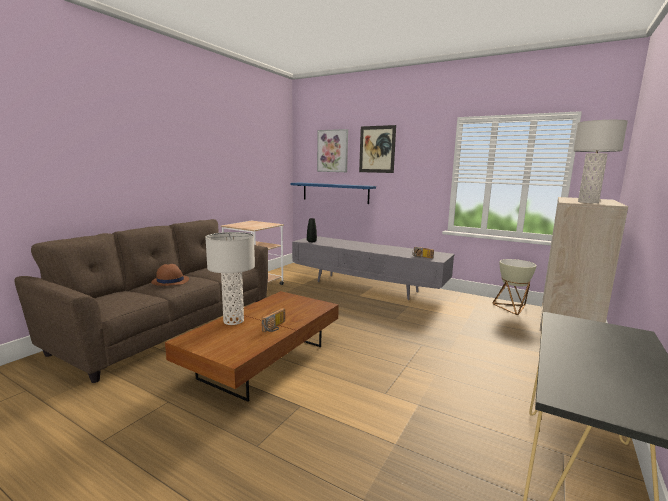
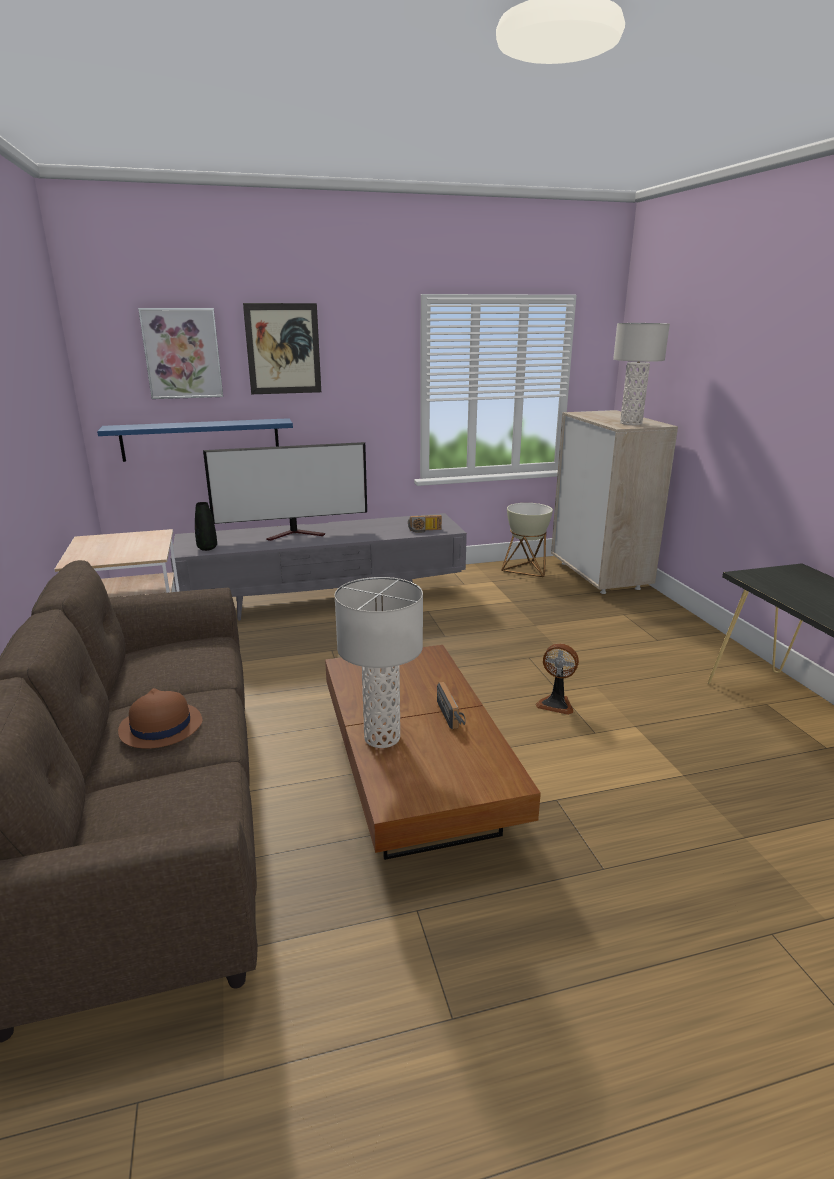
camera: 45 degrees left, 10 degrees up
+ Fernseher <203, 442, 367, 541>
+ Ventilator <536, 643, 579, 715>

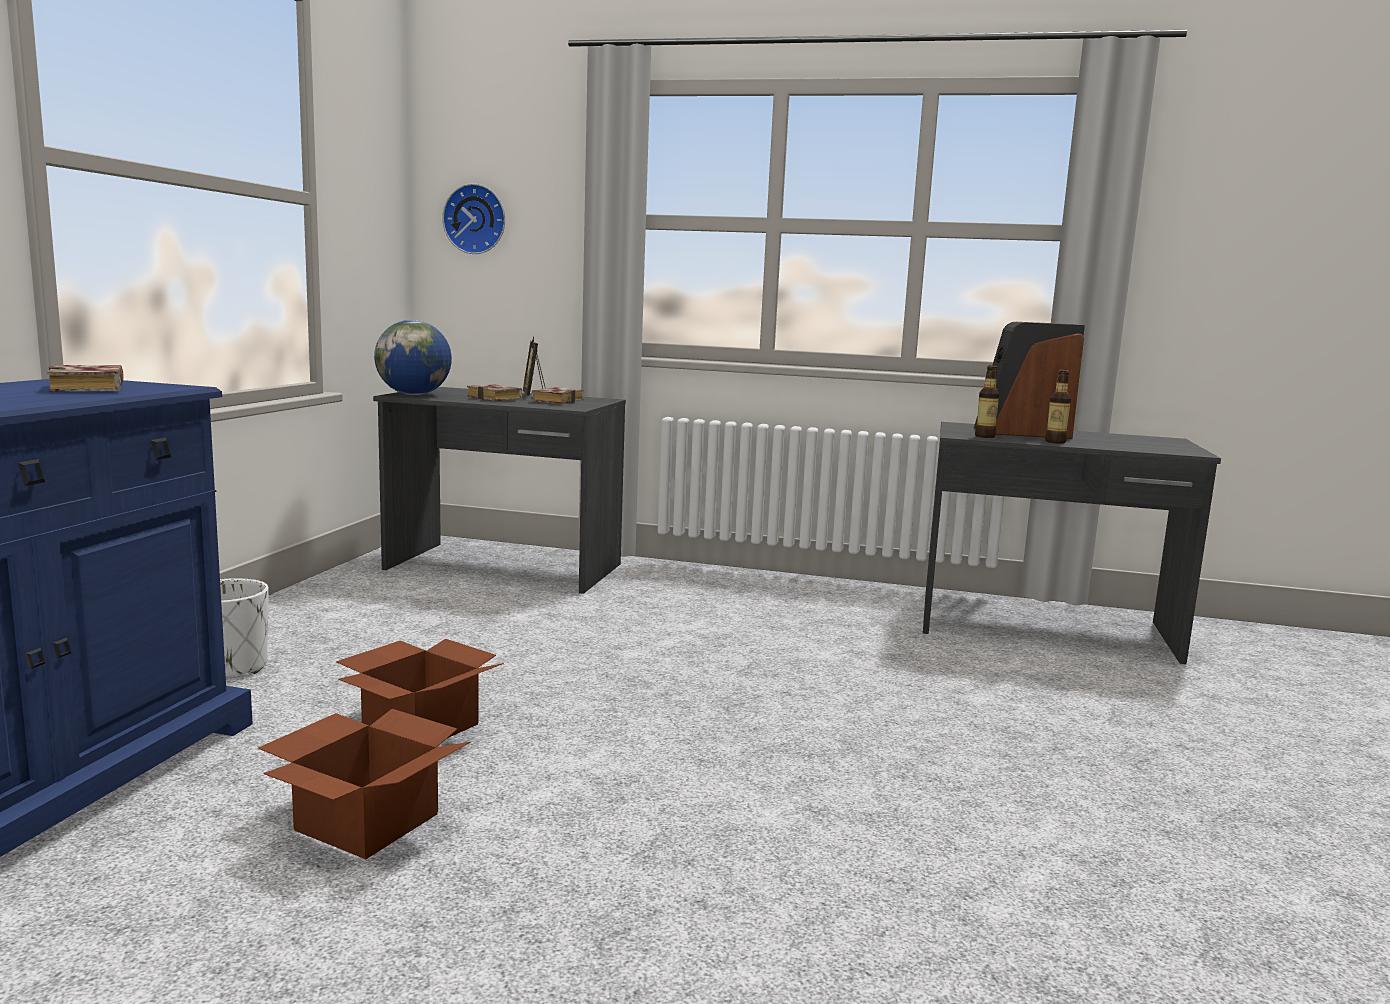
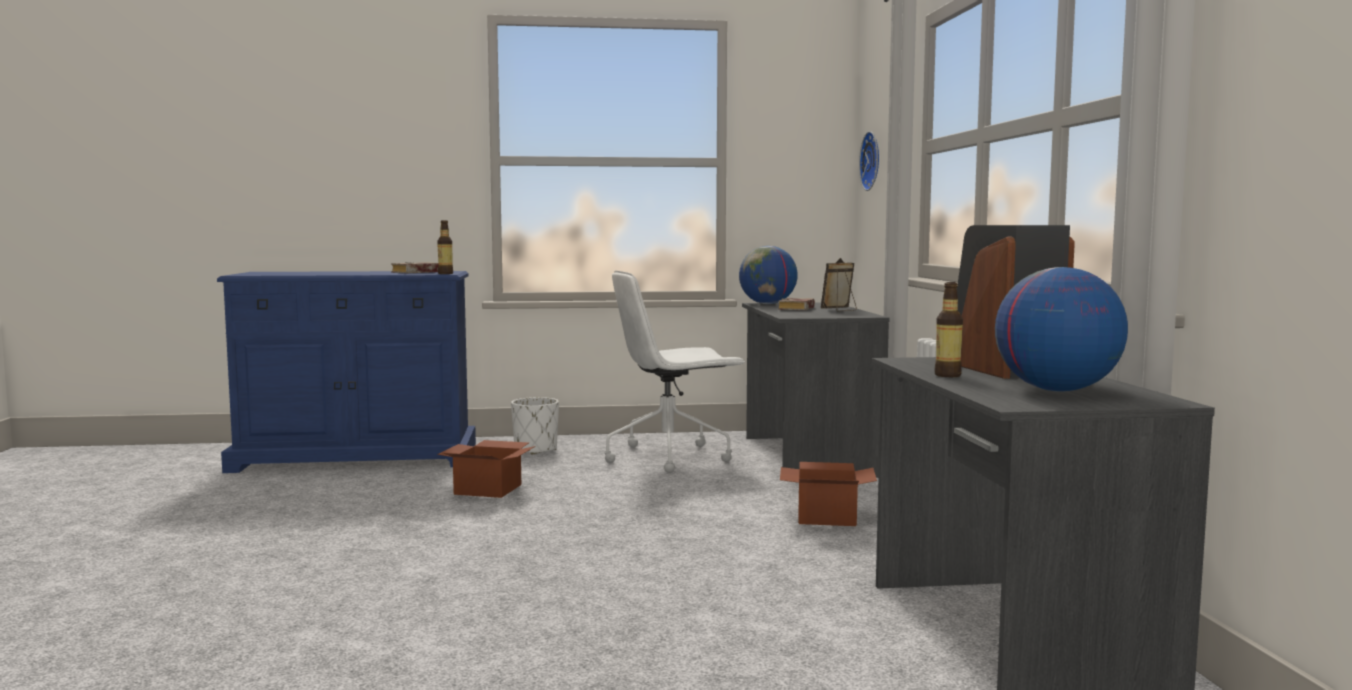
camera: 70 degrees right, 5 degrees down
~ Flasche <975, 365, 999, 438> to <437, 220, 453, 274>
- Buch <531, 387, 584, 404>
~ Karton <258, 709, 471, 859> to <780, 462, 877, 526>
+ Globus <995, 267, 1128, 392>
+ Bürostuhl/weiß <604, 271, 746, 473>

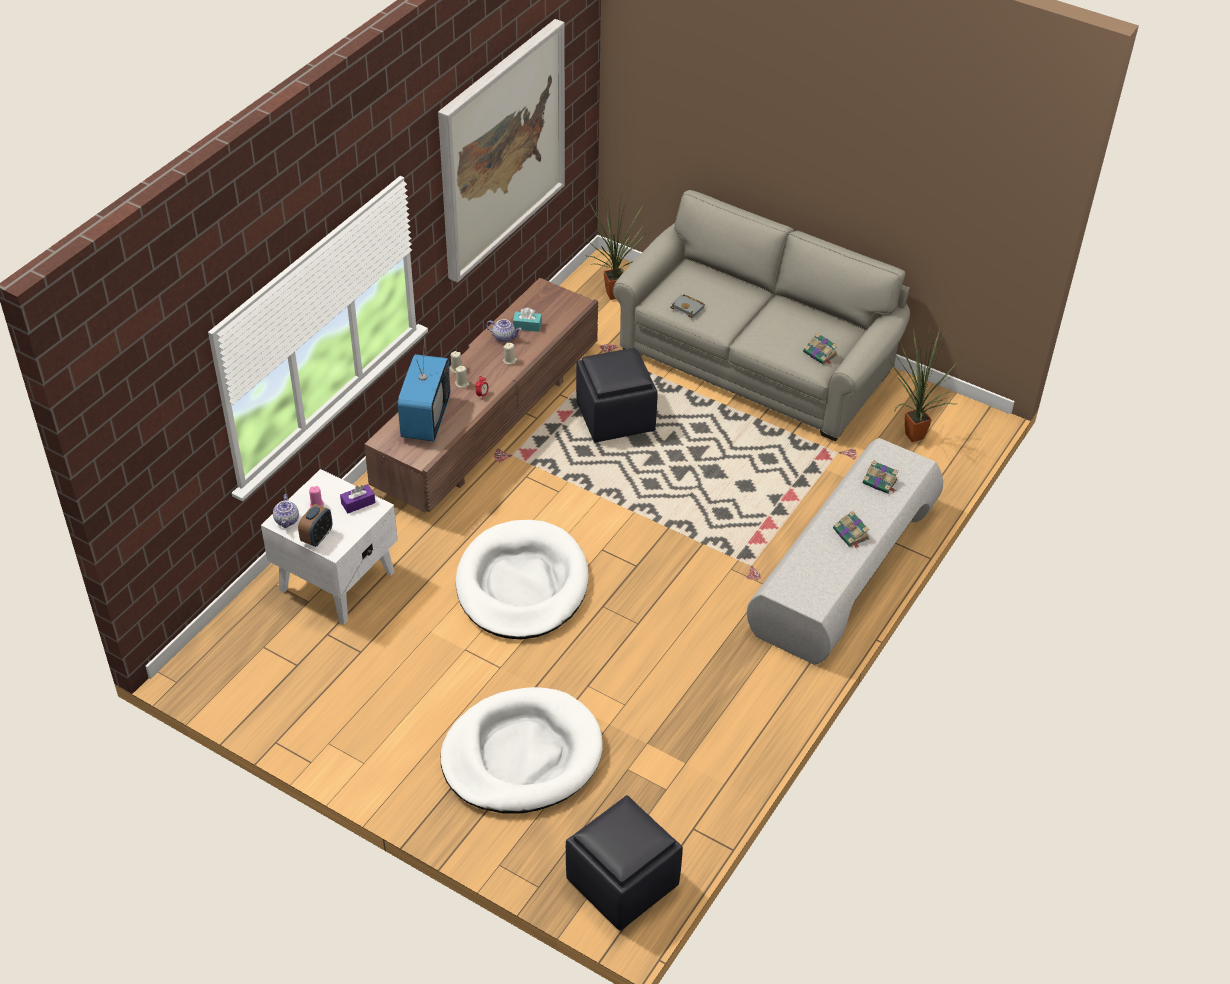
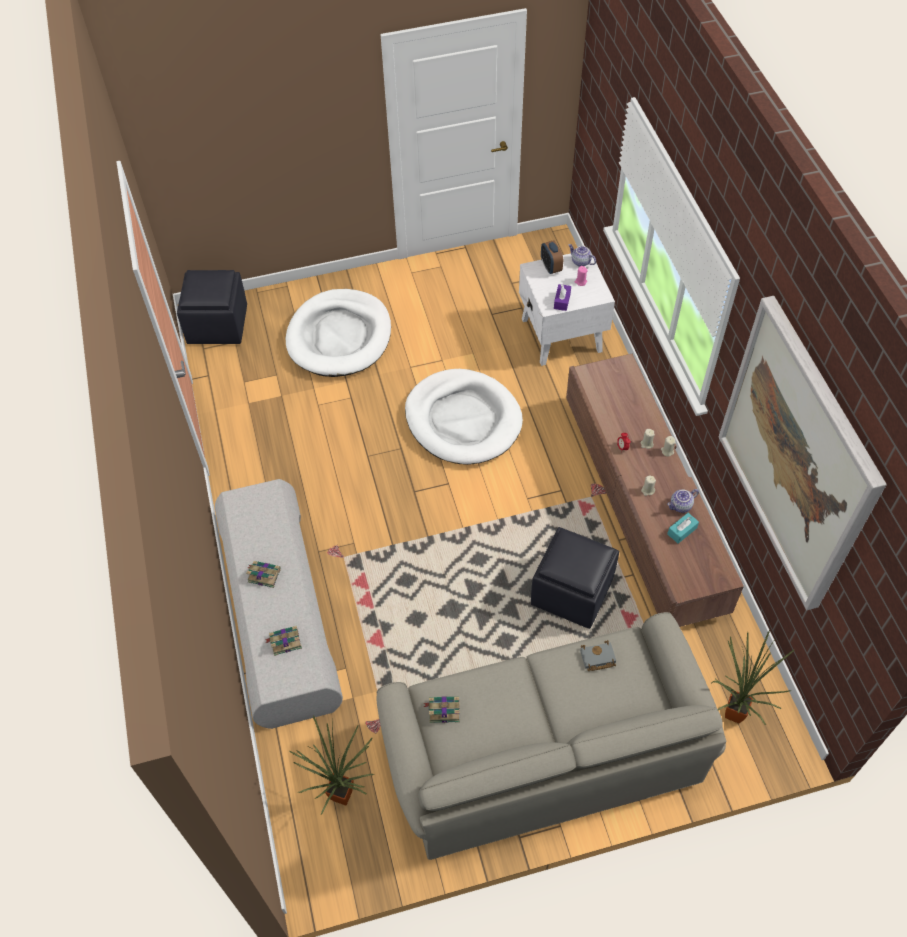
camera: 135 degrees right, 10 degrees up
- Fernseher <398, 338, 450, 442>

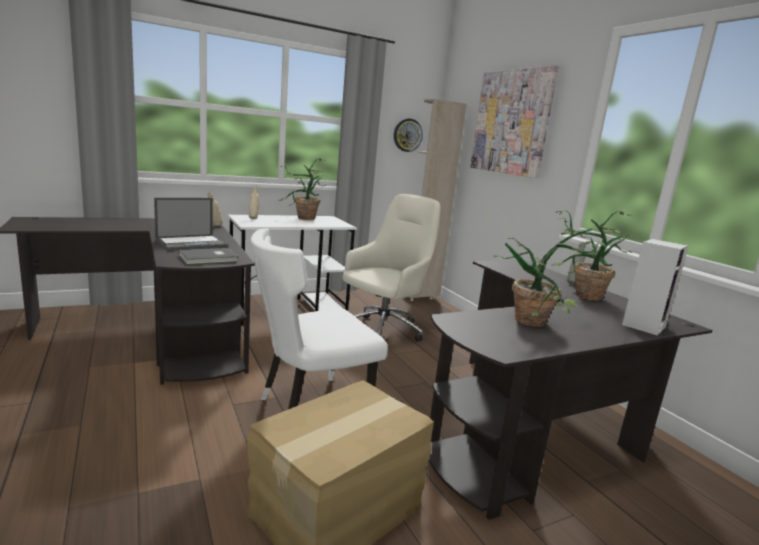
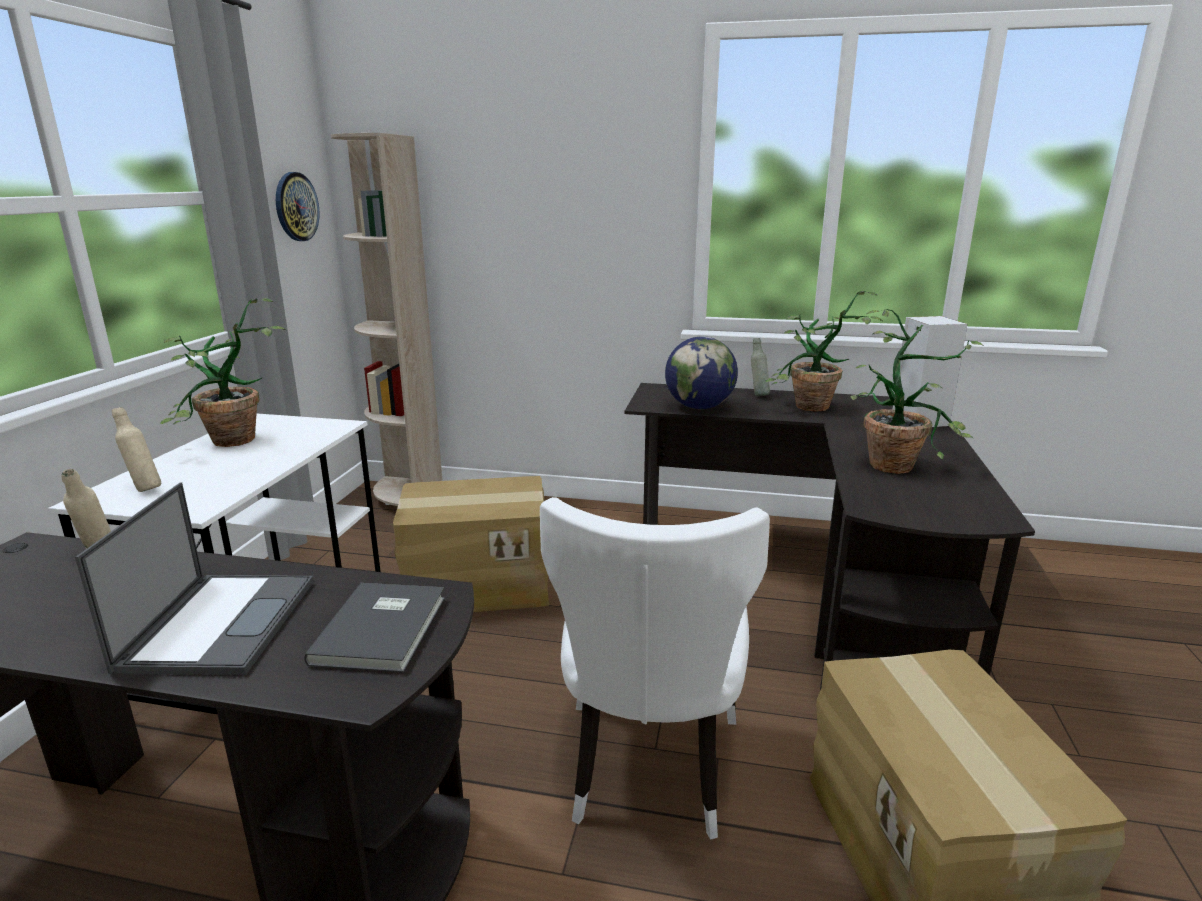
camera: 50 degrees left, 5 degrees up
- Bild <470, 65, 559, 178>
~ Bürostuhl/beige <342, 194, 440, 342> to Karton <393, 476, 549, 612>
+ Globus <665, 336, 738, 409>

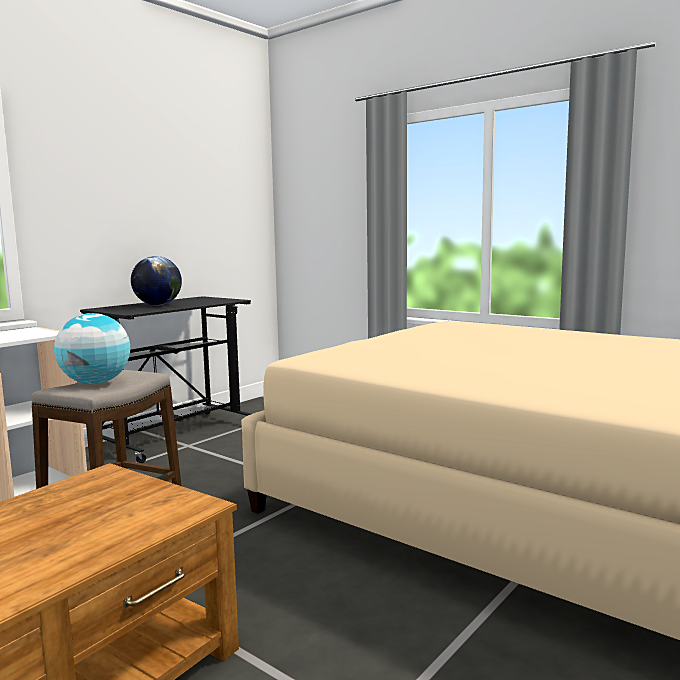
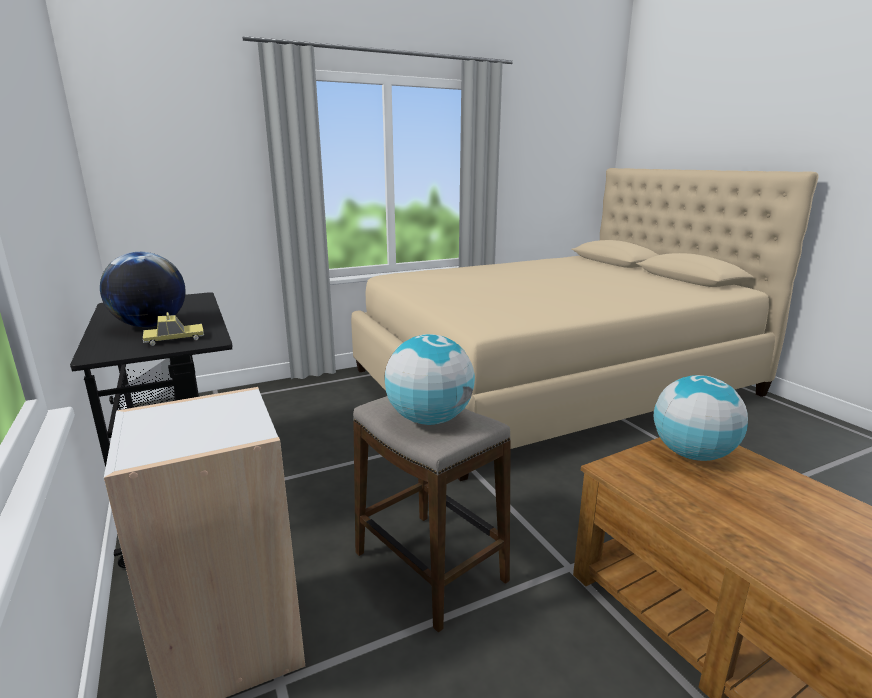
camera: 65 degrees left, 10 degrees up
+ Spielzeugauto <143, 312, 204, 346>
+ Globus <654, 375, 748, 461>

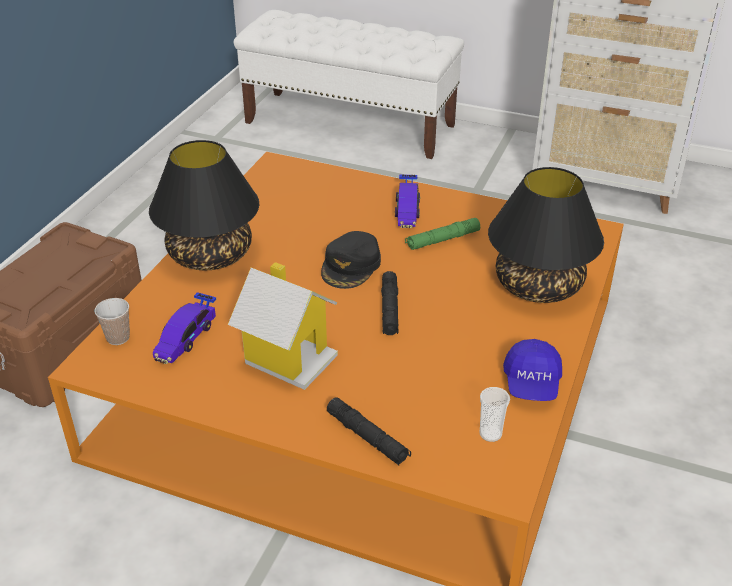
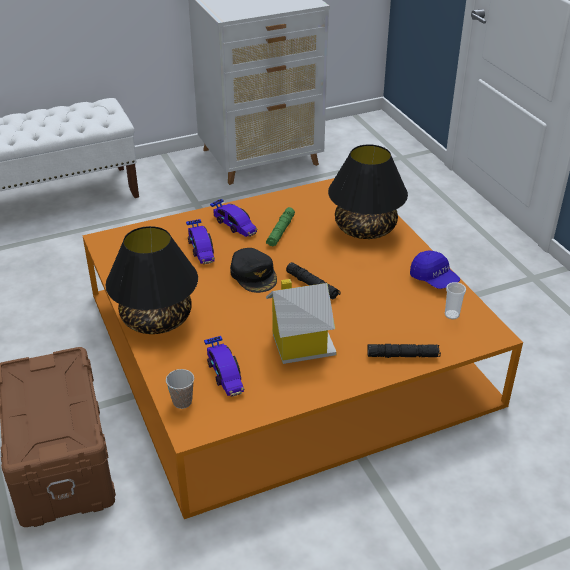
camera: 45 degrees left, 0 degrees up
+ Spielzeugauto <186, 219, 215, 264>

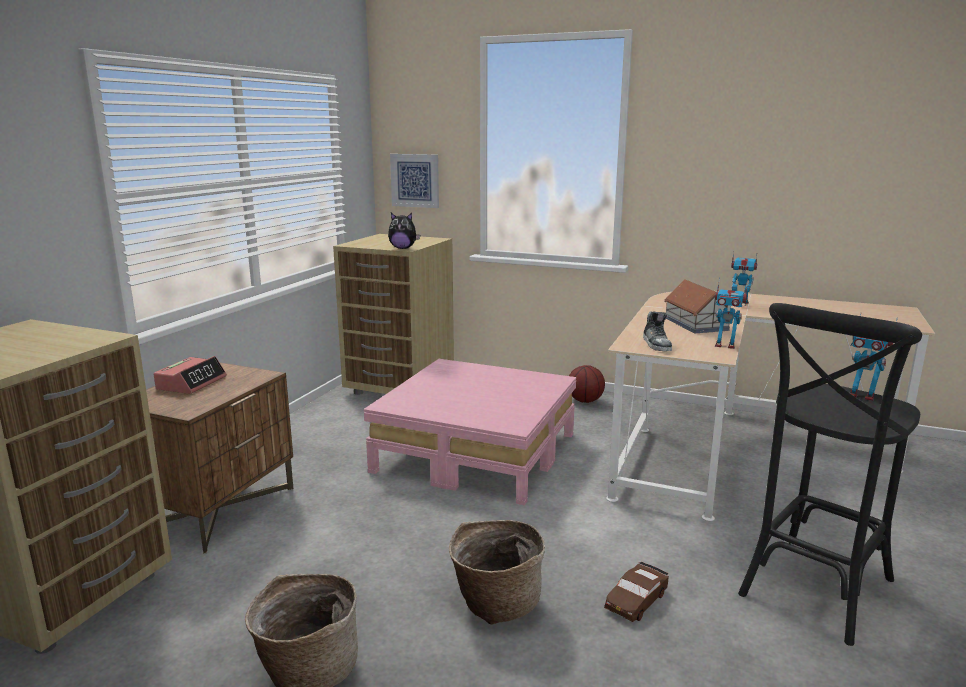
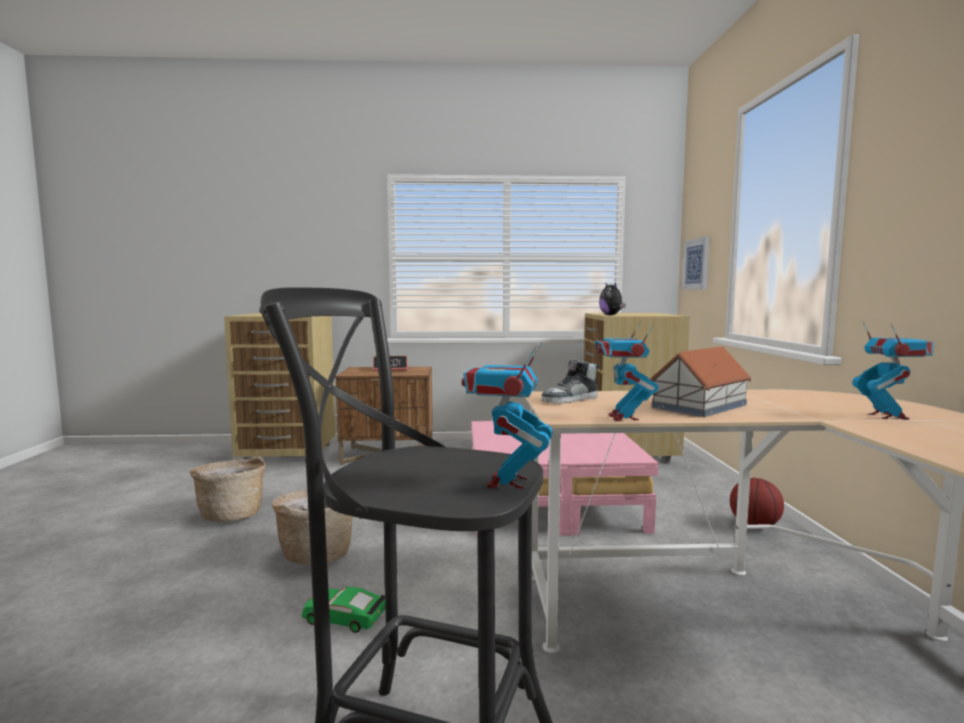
camera: 65 degrees right, 10 degrees down
~ Spielzeugauto/braun <604, 562, 669, 622> to Spielzeugauto/grün <302, 587, 385, 633>

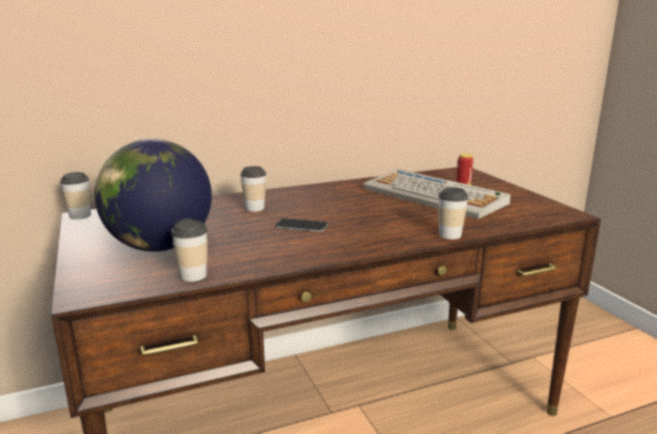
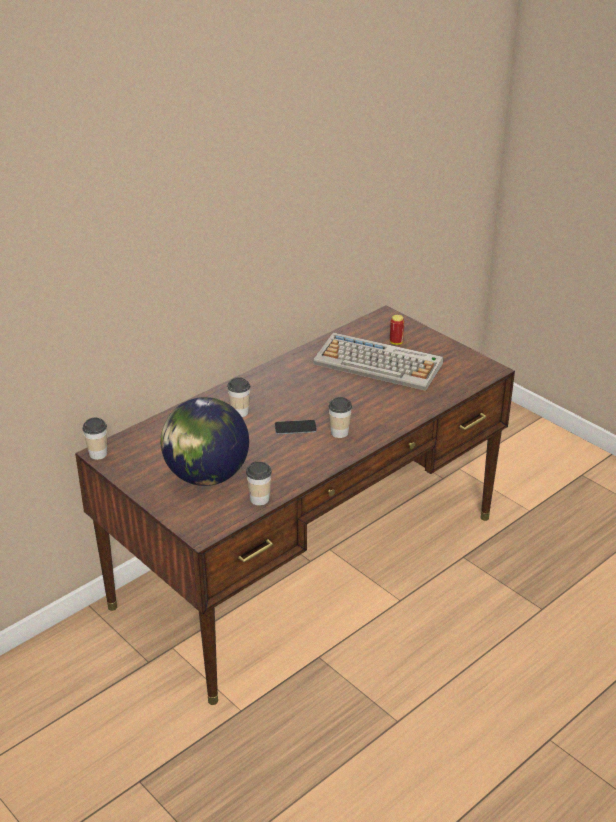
camera: 20 degrees left, 15 degrees up
~ Tasse <438, 187, 468, 239> to <328, 397, 352, 438>

